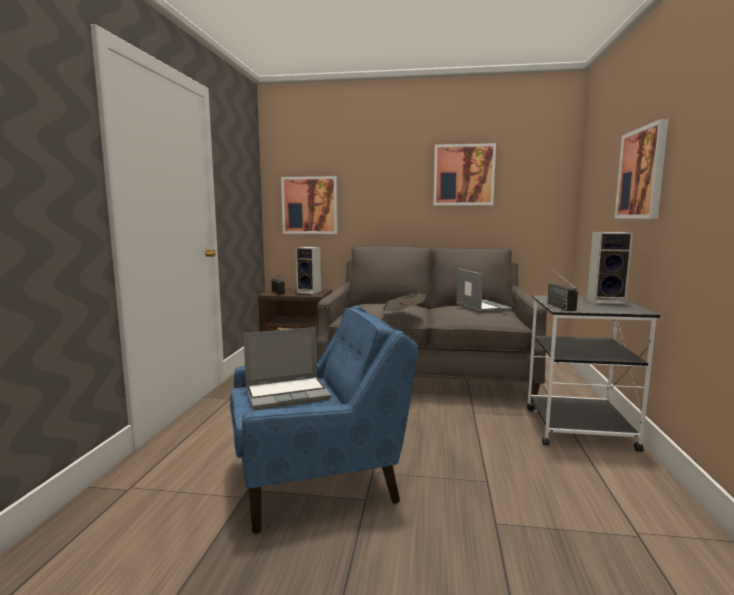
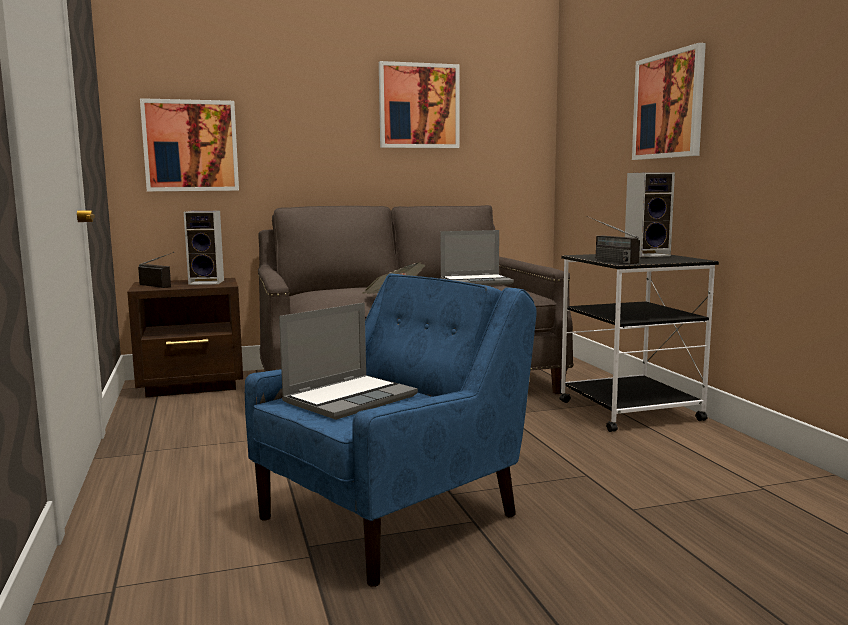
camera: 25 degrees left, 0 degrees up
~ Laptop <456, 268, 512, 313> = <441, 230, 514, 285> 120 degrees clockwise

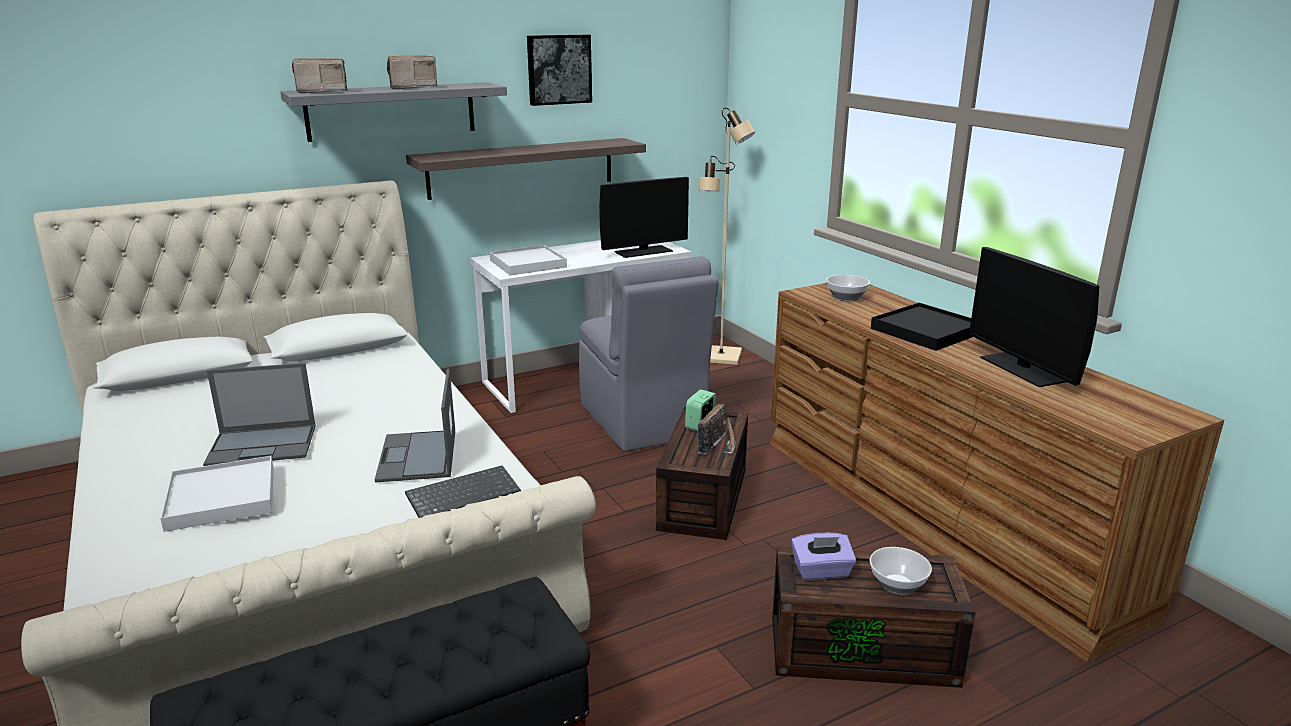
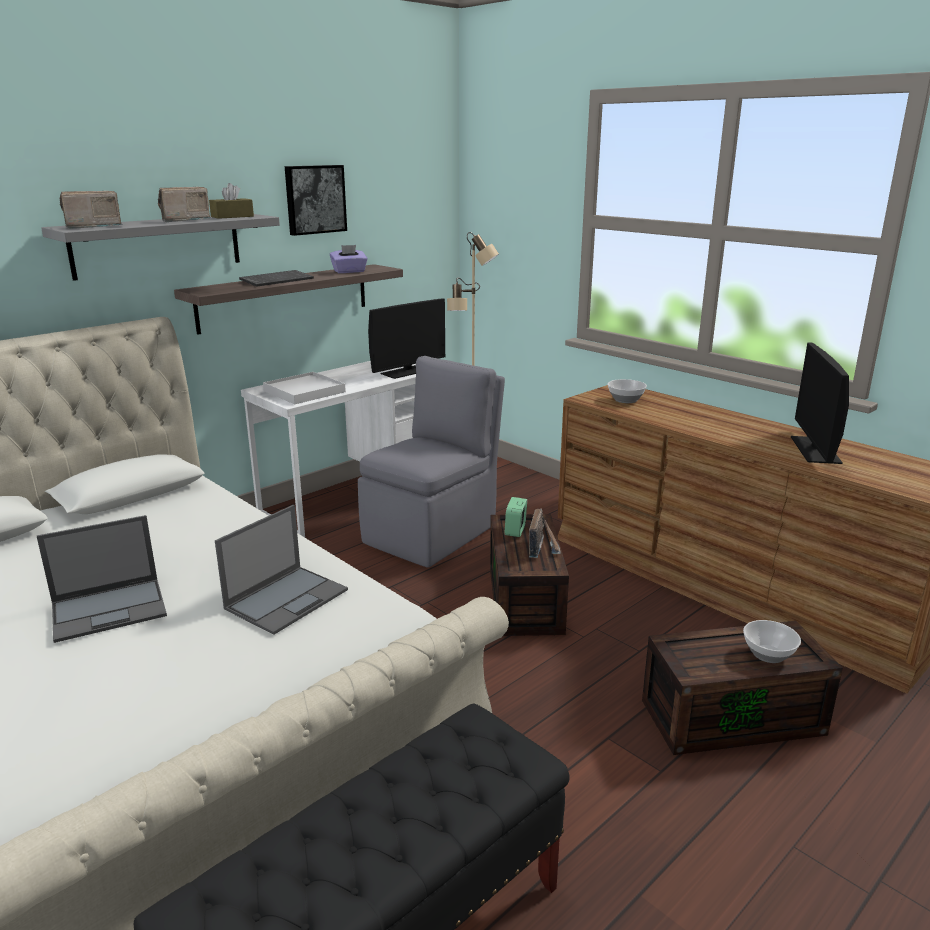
camera: 15 degrees left, 0 degrees up
~ Monitor <969, 247, 1100, 387> = <791, 342, 849, 464> 45 degrees clockwise
~ Stuhl/grau <579, 256, 719, 452> = <358, 356, 505, 567> 105 degrees counterclockwise
- Tablett/schwarz <871, 303, 972, 351>
~ Laptop <375, 368, 455, 483> = <215, 505, 348, 635> 120 degrees counterclockwise
- Tablett/weiß <160, 456, 274, 532>
~ Tastatur <405, 465, 521, 518> to <239, 270, 314, 287>
~ Taschentuchbox/lila <791, 533, 856, 580> to <330, 245, 368, 273>
+ Taschentuchbox/braun <209, 183, 254, 219>

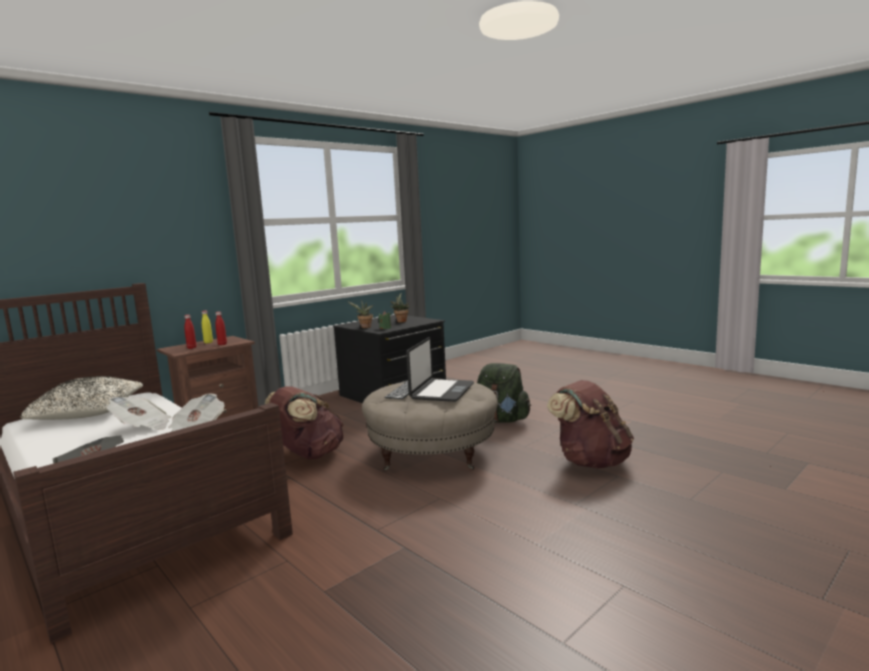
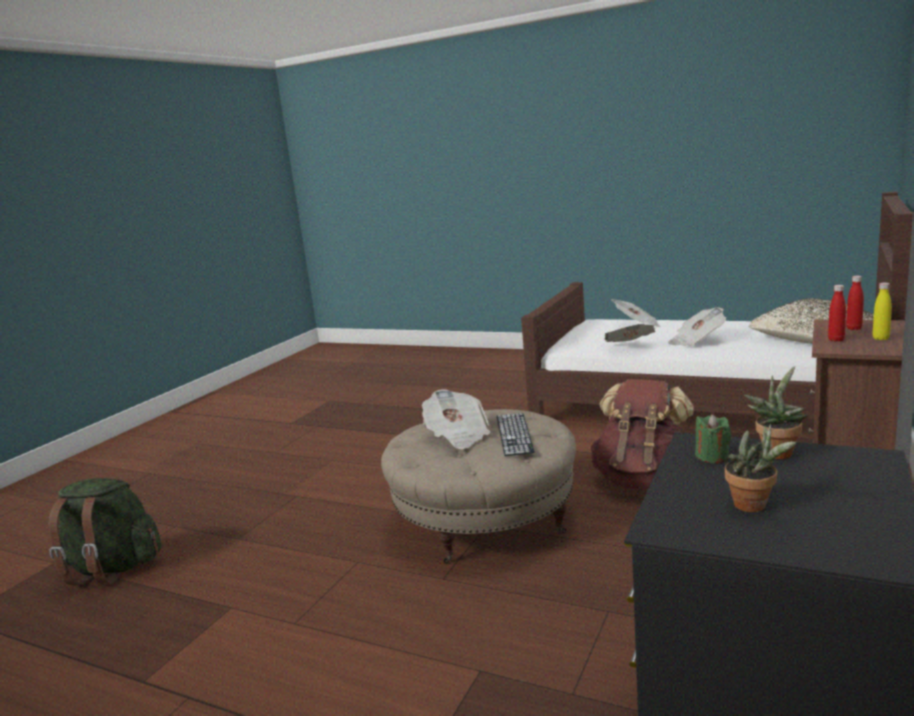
camera: 160 degrees right, 5 degrees up
~ Laptop <406, 337, 474, 402> to Zeitung <422, 389, 490, 449>
~ Rucksack/grün <477, 363, 531, 423> to <48, 478, 162, 585>
- Rucksack/braun <547, 380, 634, 469>

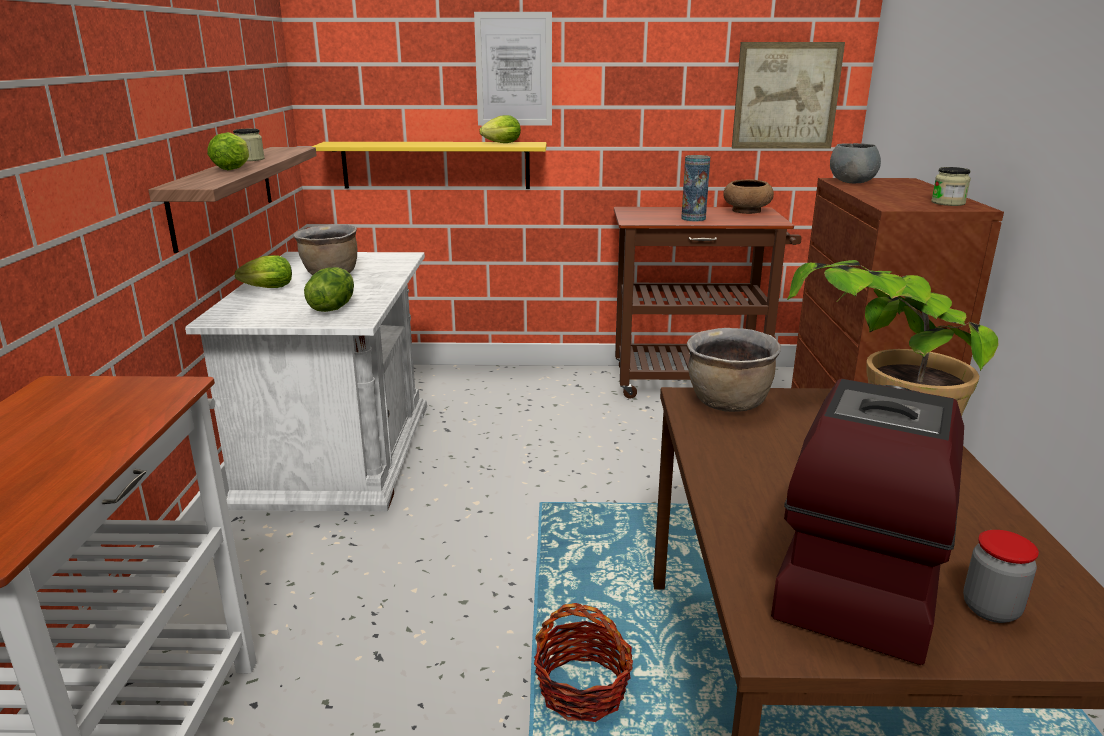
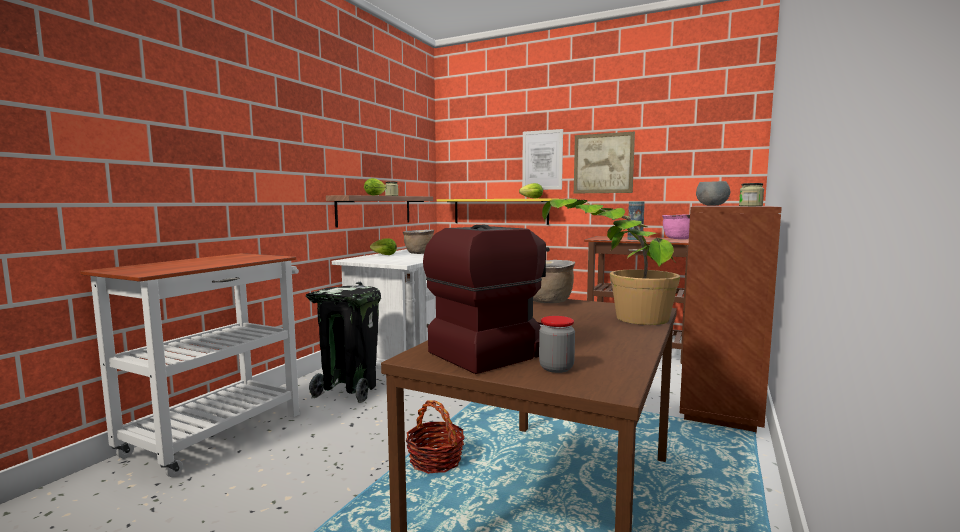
camera: 25 degrees right, 15 degrees down
~ Bild <732, 42, 845, 149> to <574, 131, 635, 193>
~ Schüssel/braun <724, 179, 774, 214> to Kochtopf/rosa <662, 214, 690, 239>
- Salatkopf <304, 267, 354, 312>
+ Mülleimer/schwarz <306, 282, 381, 403>

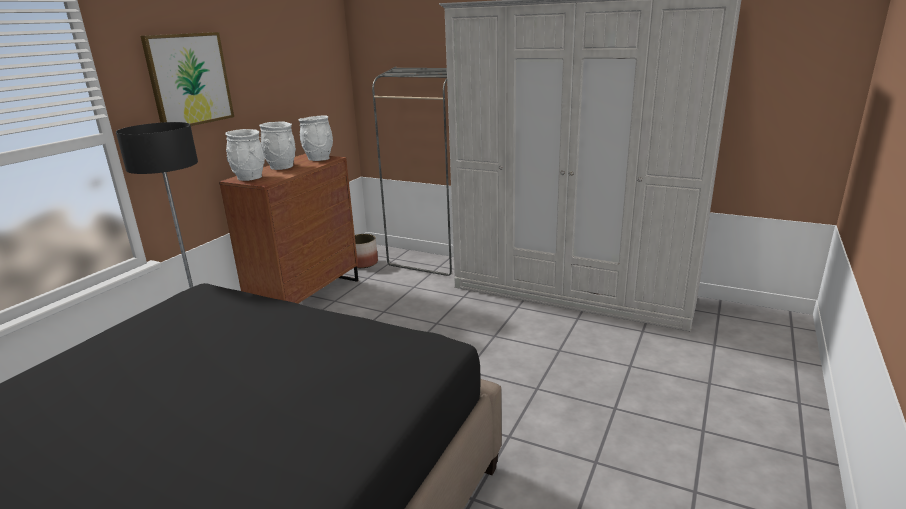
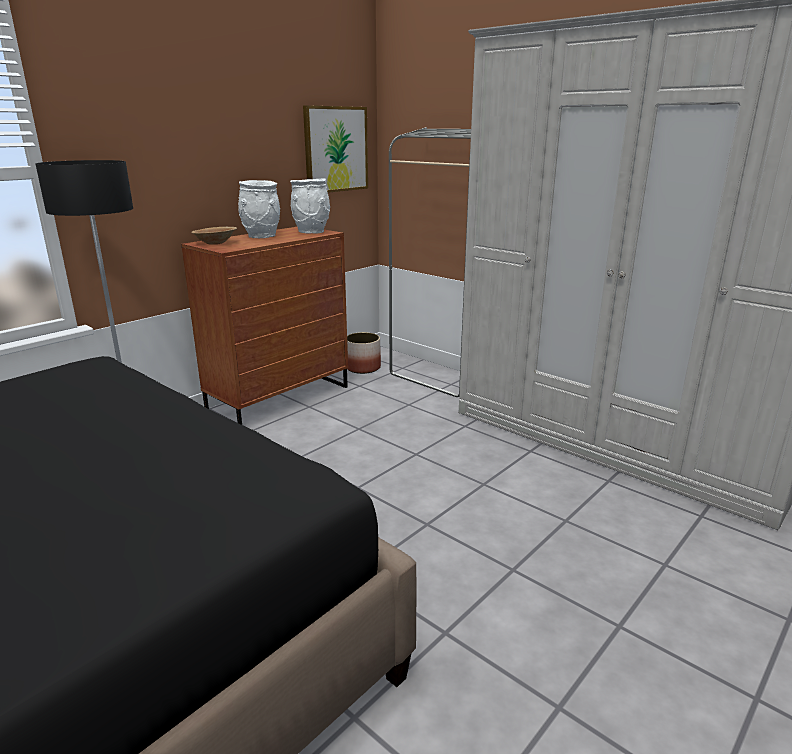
camera: 15 degrees right, 0 degrees up
~ Bild <140, 32, 234, 126> to <303, 105, 368, 193>
~ Vase/weiß <225, 129, 265, 181> to Schüssel/braun <191, 227, 237, 245>

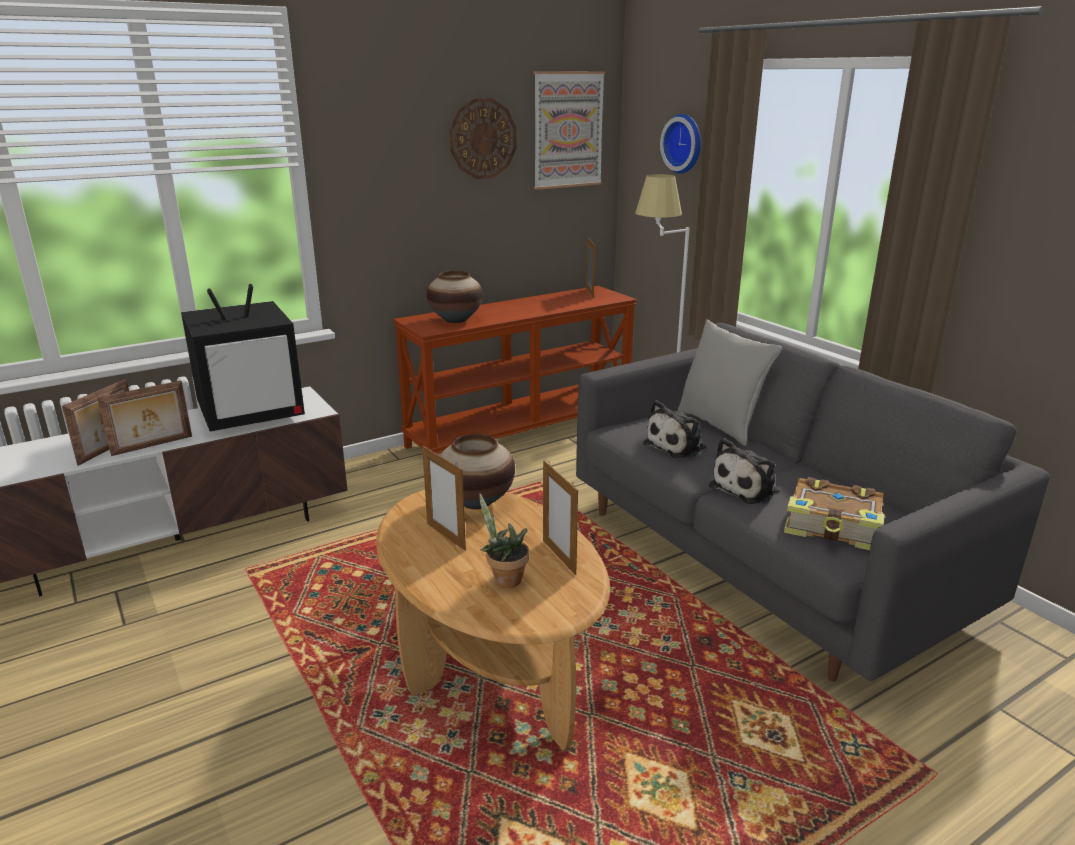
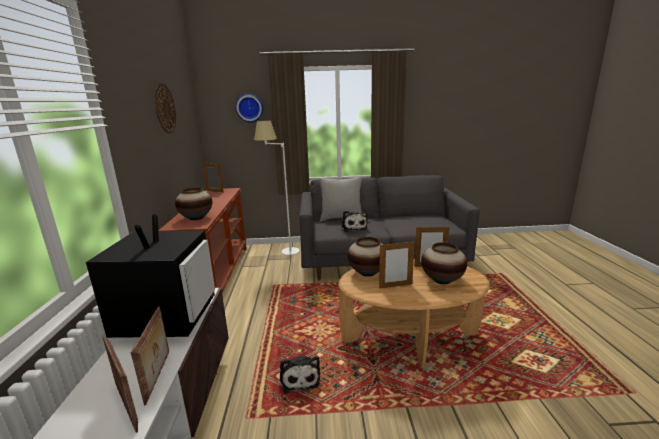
camera: 60 degrees left, 5 degrees down
- Bild <534, 71, 605, 190>
~ Plüschtier <709, 438, 780, 504> to <280, 356, 321, 394>
- Buch <784, 477, 885, 550>
~ Topfpflanze <479, 493, 529, 588> to Vase <421, 242, 467, 285>

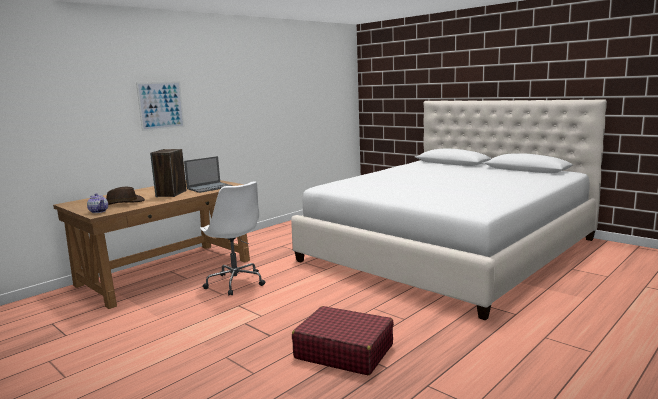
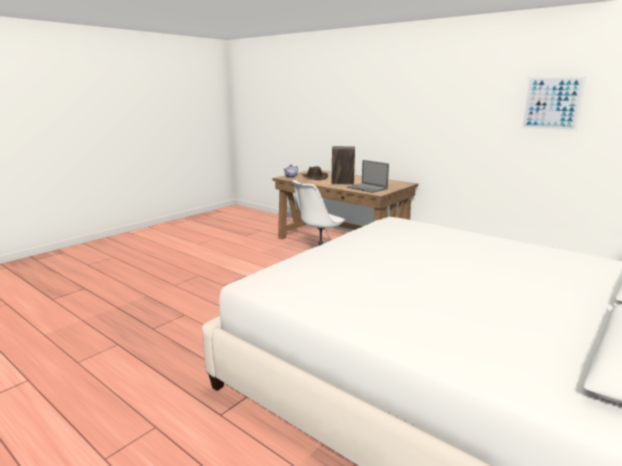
camera: 85 degrees right, 5 degrees up
~ Bild <136, 81, 185, 131> to <521, 76, 586, 131>
- Koffer/rot <292, 306, 394, 375>

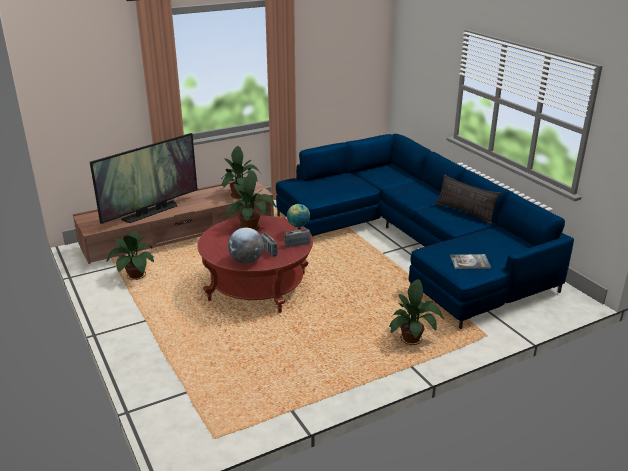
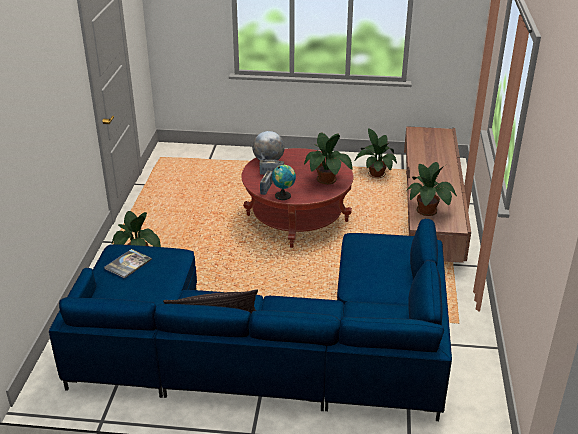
camera: 125 degrees right, 5 degrees up
- Fernseher <90, 133, 198, 224>

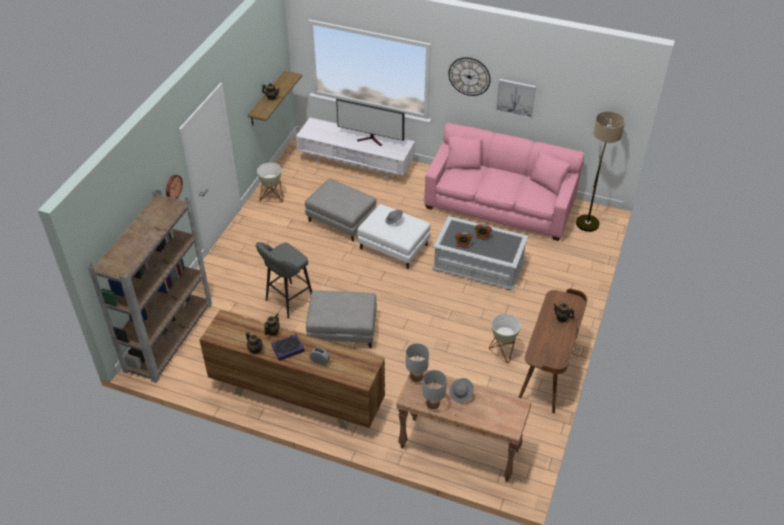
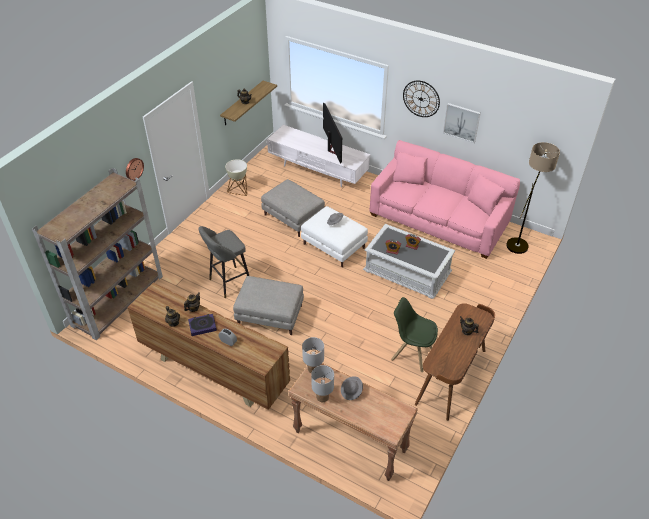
camera: 10 degrees right, 0 degrees up
~ Fernseher <336, 99, 405, 146> = <323, 103, 342, 164> 135 degrees counterclockwise
~ Pflanzkübel <489, 314, 521, 364> to Stuhl/grün <391, 297, 438, 372>

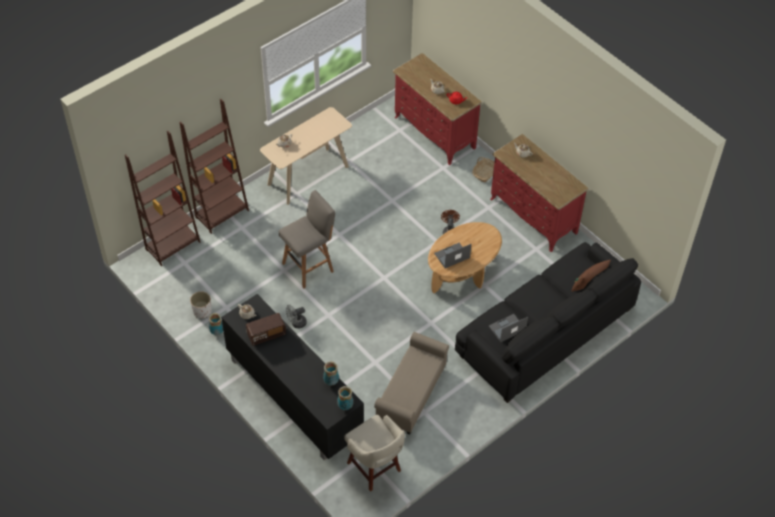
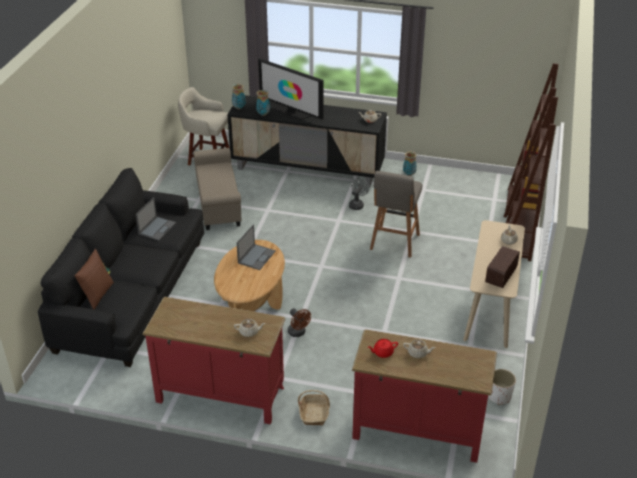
camera: 145 degrees right, 15 degrees down
~ Pflanzkübel/weiß <190, 291, 212, 318> to <488, 369, 516, 405>
~ Radio <246, 313, 286, 346> to <485, 246, 520, 288>
+ Fernseher <258, 58, 324, 120>

